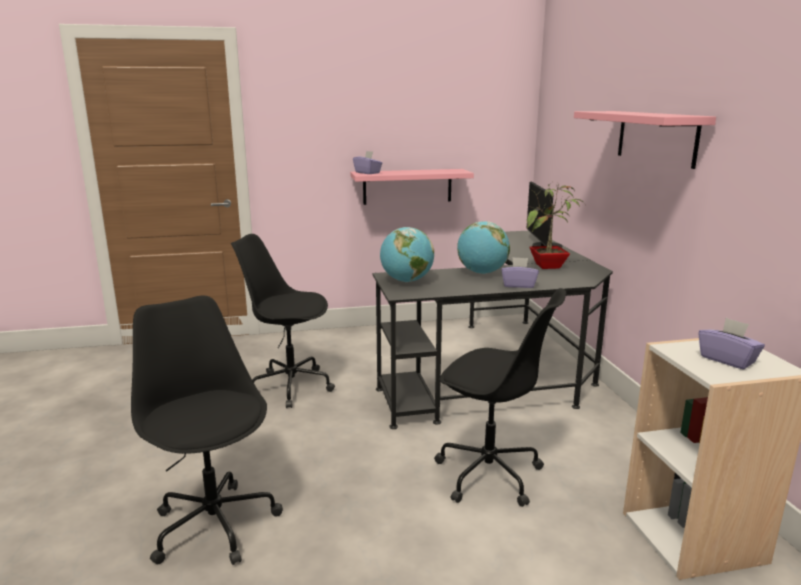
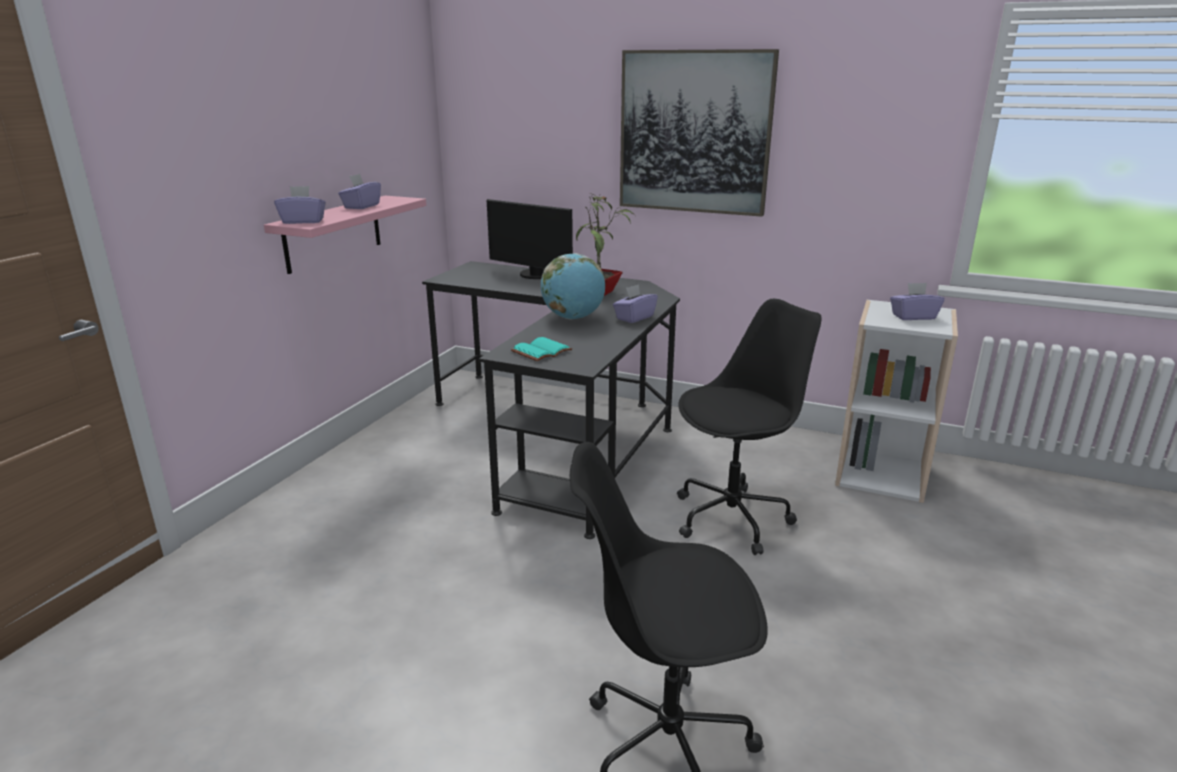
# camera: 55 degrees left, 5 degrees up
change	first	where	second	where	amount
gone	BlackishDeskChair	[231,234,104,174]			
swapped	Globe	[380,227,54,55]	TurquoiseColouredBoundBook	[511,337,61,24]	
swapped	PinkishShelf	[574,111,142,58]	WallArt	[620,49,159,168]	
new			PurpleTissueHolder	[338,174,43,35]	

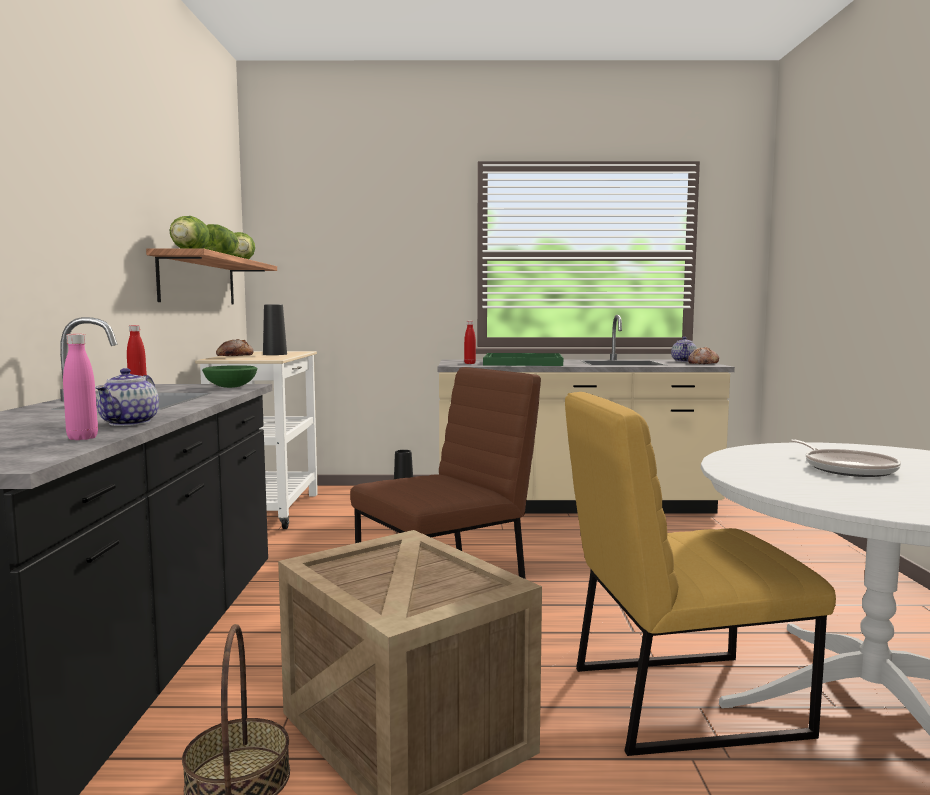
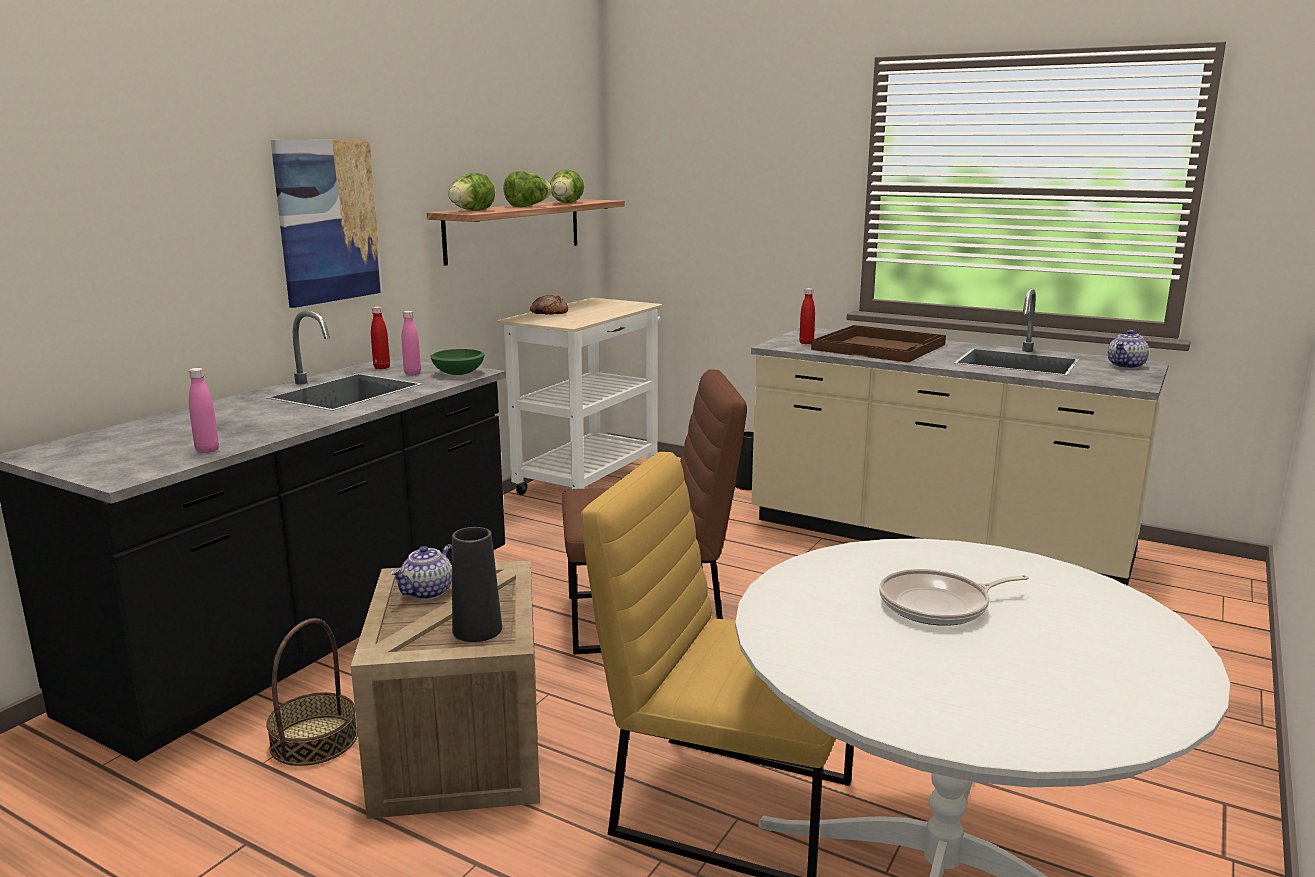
# camera: 30 degrees right, 10 degrees up
change	first	where	second	where	amount
shifted	PotForTea	[96,368,63,58]		[390,544,62,56]	
shifted	BlackishDecorativeVase	[263,304,24,51]		[452,527,50,115]	
repainted	GreenishCarryingTray	[483,353,80,13]	BrownColouredCarryingTray	[811,325,135,38]	
gone	Bread	[688,347,31,17]			
rotated	Pan	[791,440,110,37]		[879,569,150,57]	60 degrees clockwise
new			WallArt	[271,140,112,168]	
new			PinkishBeverageBottle	[402,311,19,64]	

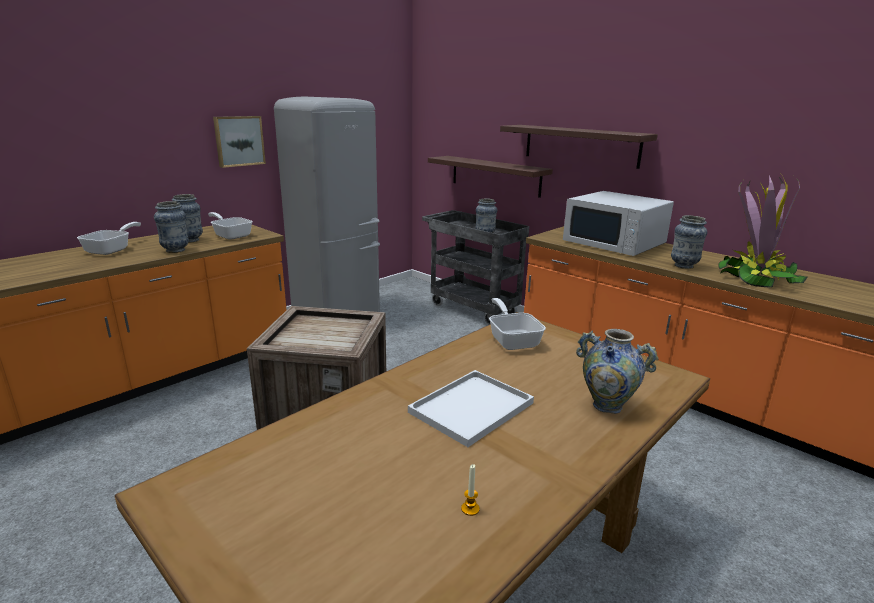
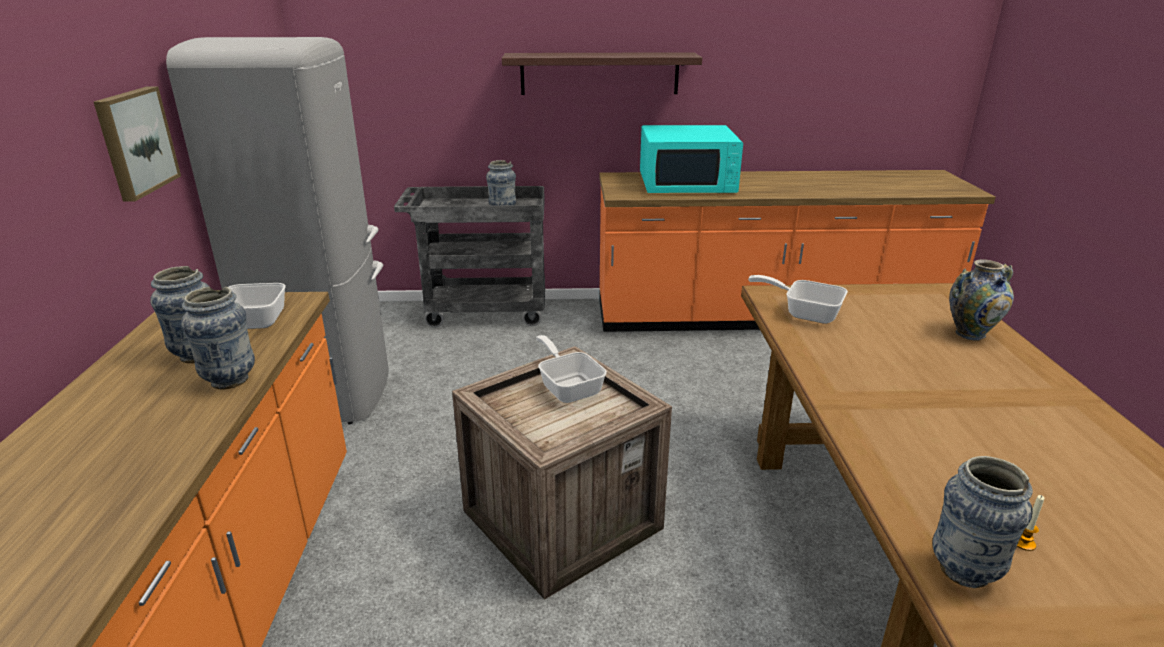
# camera: 45 degrees left, 5 degrees up
change	first	where	second	where	amount
shifted	Pan	[77,222,64,33]		[536,335,71,68]	
gone	WhitishCarryingTray	[408,370,126,77]			
gone	Shelf	[428,156,125,42]			
shifted	Candle	[461,464,19,52]		[1017,495,27,56]	
repainted	WhitishMicrowaveOven	[563,191,111,65]	TurquoiseColouredMicrowaveOven	[640,125,103,68]	
shifted	DecorativeVase	[671,215,36,54]		[932,456,101,132]	
gone	Houseplant	[718,175,90,112]			

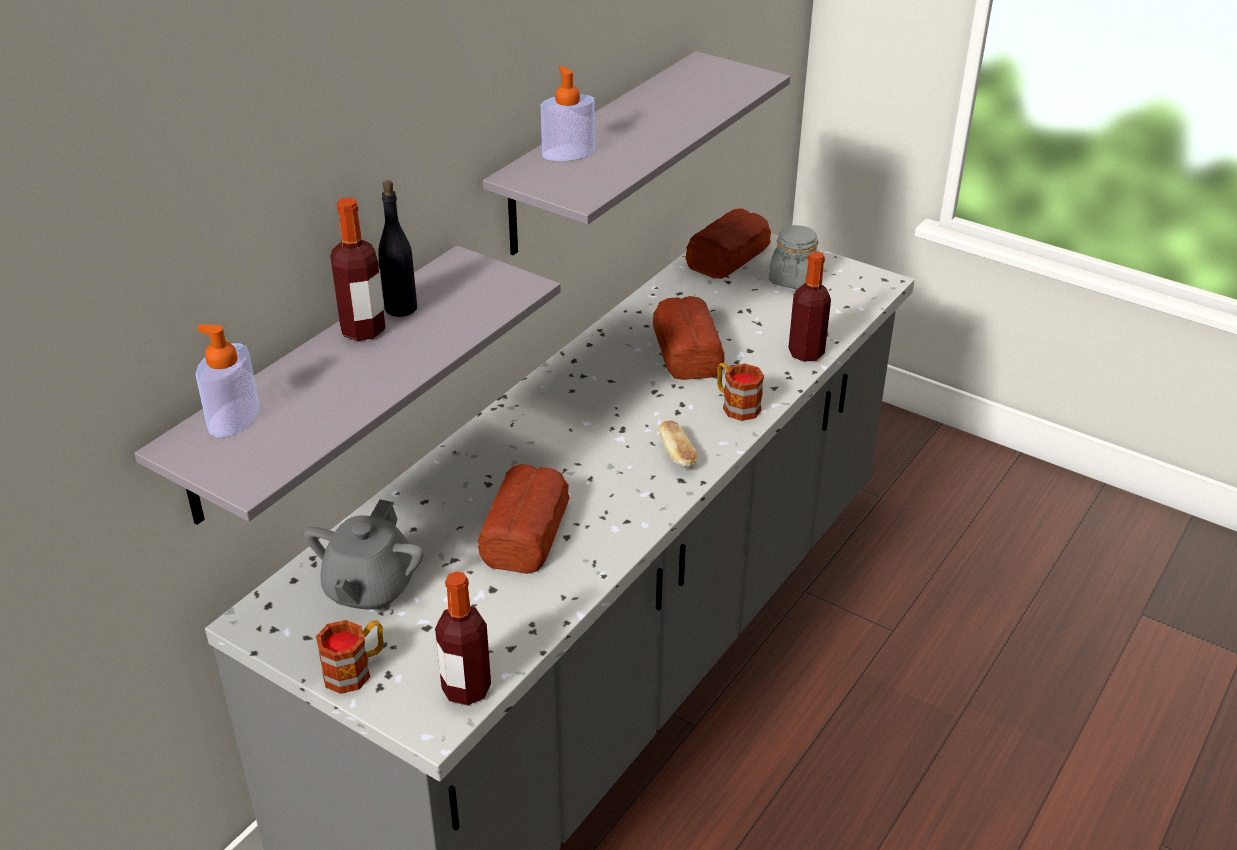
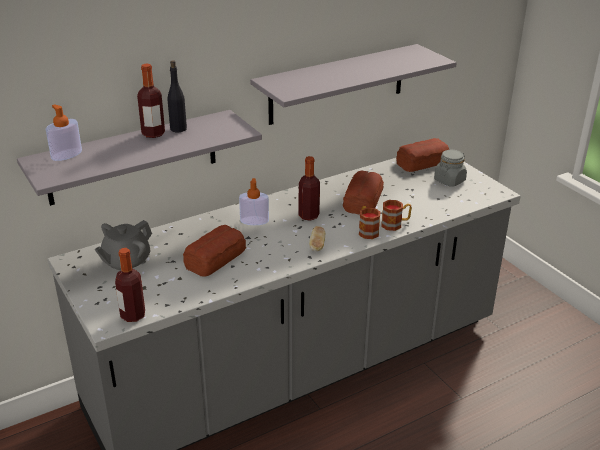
# camera: 25 degrees right, 5 degrees down
change	first	where	second	where	amount
shifted	Mug	[316,620,68,74]		[381,200,31,31]	
shifted	SoapDispenser	[541,66,54,95]		[239,178,30,47]	
shifted	BeverageBottle	[788,251,43,111]		[299,156,21,65]	

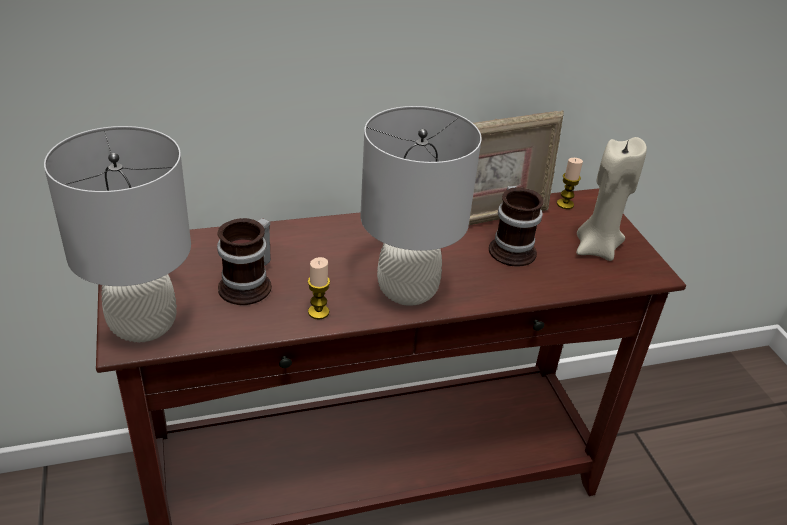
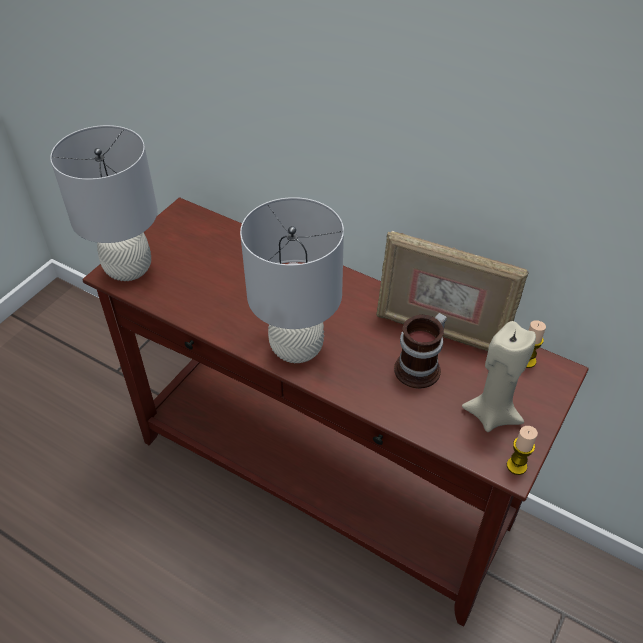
# camera: 50 degrees right, 10 degrees up
change	first	where	second	where	amount
gone	Mug	[217,218,55,87]			
shifted	Candle	[308,257,22,62]		[507,426,31,49]	

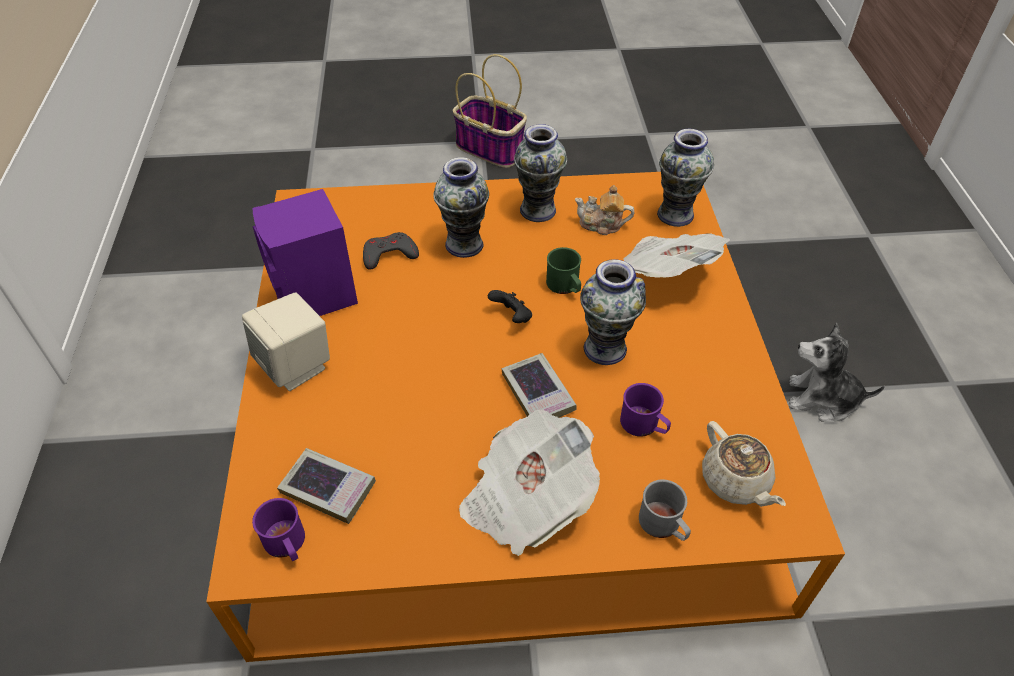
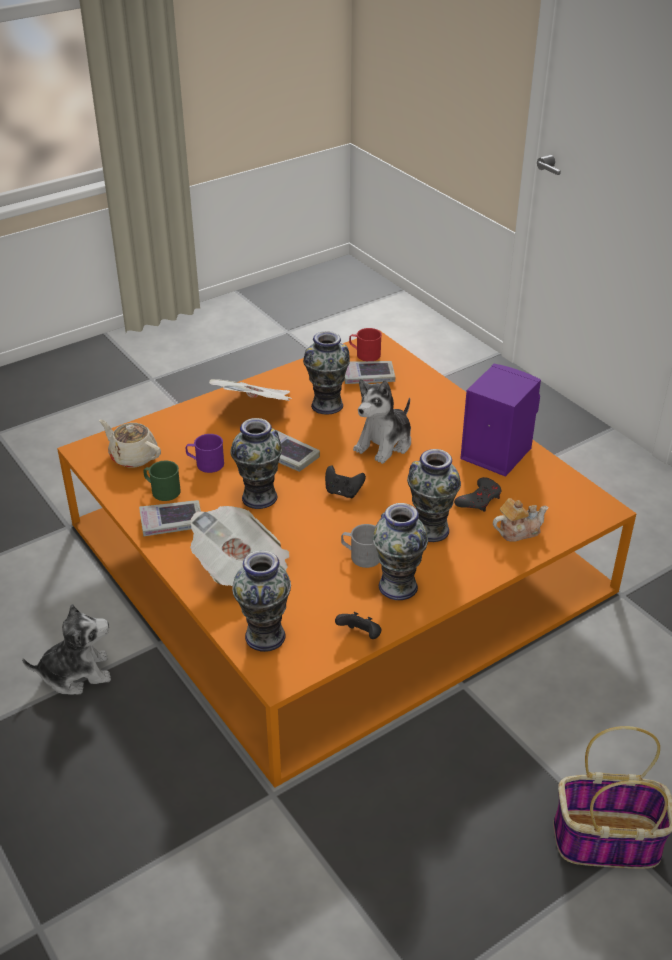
# camera: 150 degrees right, 10 degrees down
change	first	where	second	where	amount
gone	BeigeSpeaker	[242,293,88,98]			
repainted	PurpleMug	[252,498,53,63]	RedColouredMug	[349,328,33,33]	
shifted	GreenishMug	[546,247,35,47]		[143,461,38,40]	
shifted	PotForTea	[575,185,59,50]		[493,498,55,44]	
shifted	GreyMug	[639,479,52,62]		[341,524,39,44]	
new			BoundBook	[139,500,62,36]	
new			DecorativeVase	[303,331,47,83]	
new			BlackishGameController	[335,612,46,27]	
new			PlushToy	[353,379,58,85]	

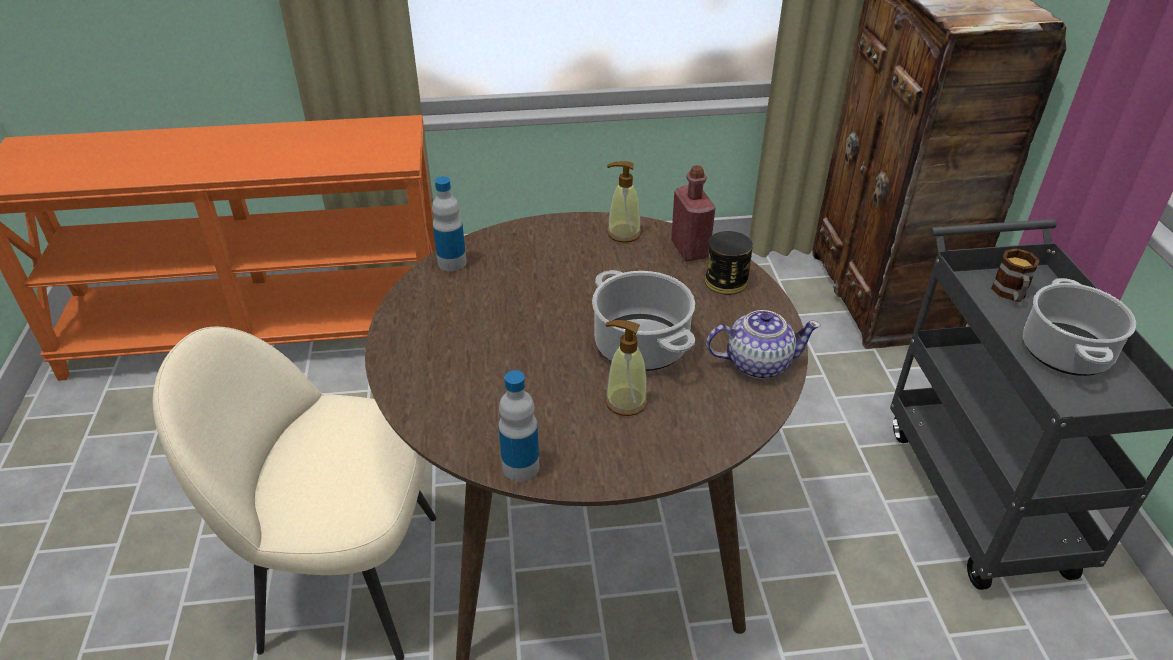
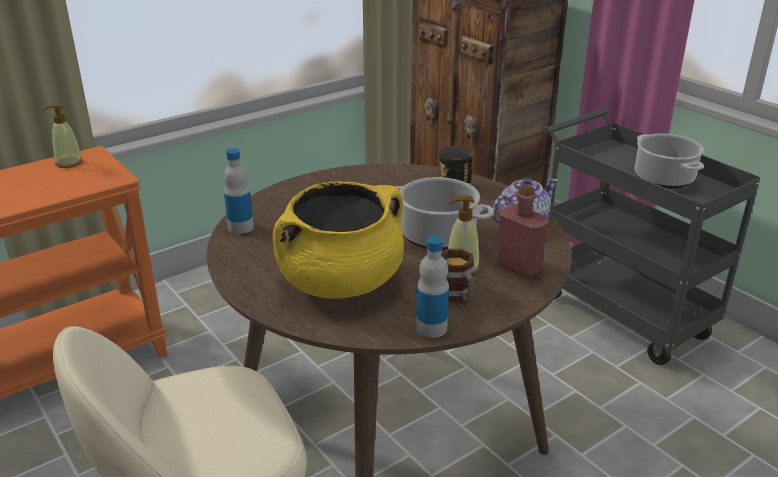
# camera: 30 degrees left, 10 degrees down
change	first	where	second	where	amount
shifted	SoapDispenser	[607,161,34,82]		[42,104,41,64]	
shifted	RedColouredBeverageBottle	[671,165,45,96]		[497,183,52,95]	
shifted	Mug	[991,249,49,53]		[441,249,33,54]	
new			YellowColouredSaucepot	[273,181,131,118]	

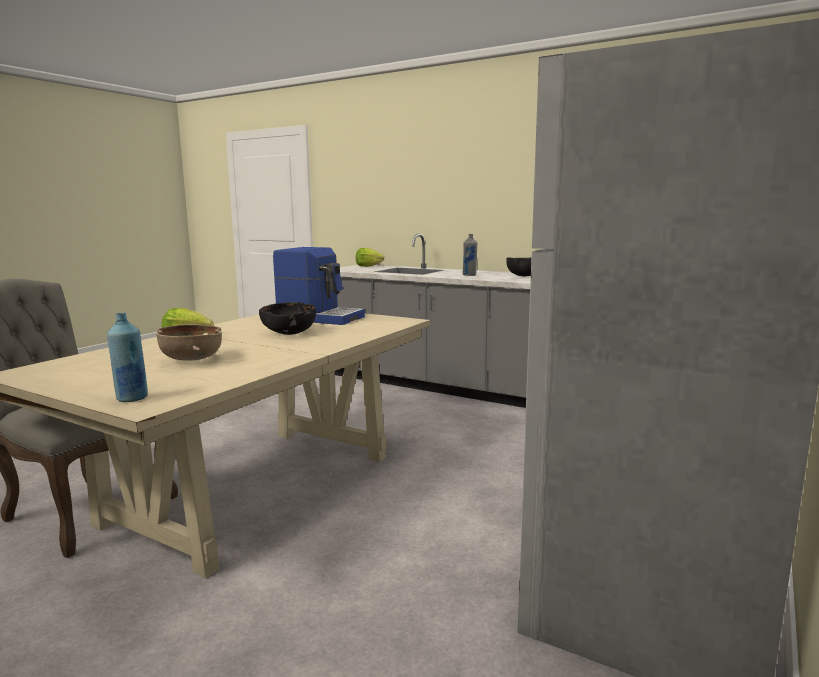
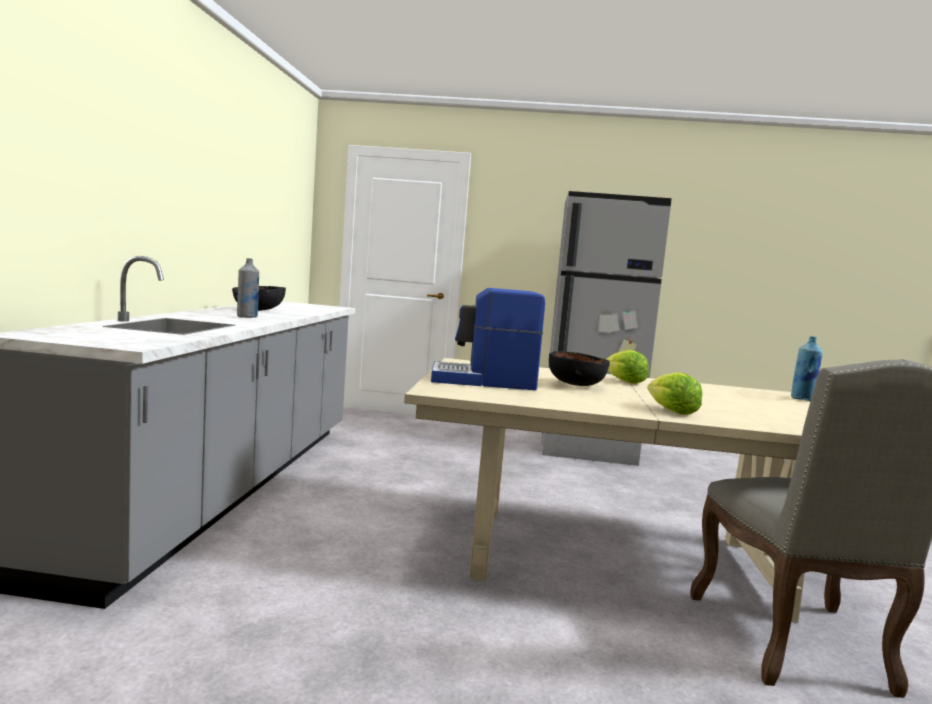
# camera: 115 degrees left, 5 degrees down
change	first	where	second	where	amount
gone	BrownColouredDeepDish	[156,324,66,37]			
rotated	CoffeeBrewer	[273,247,92,78]		[431,288,114,102]	90 degrees counterclockwise
shifted	LettuceHead	[356,248,28,19]		[606,350,43,34]	

